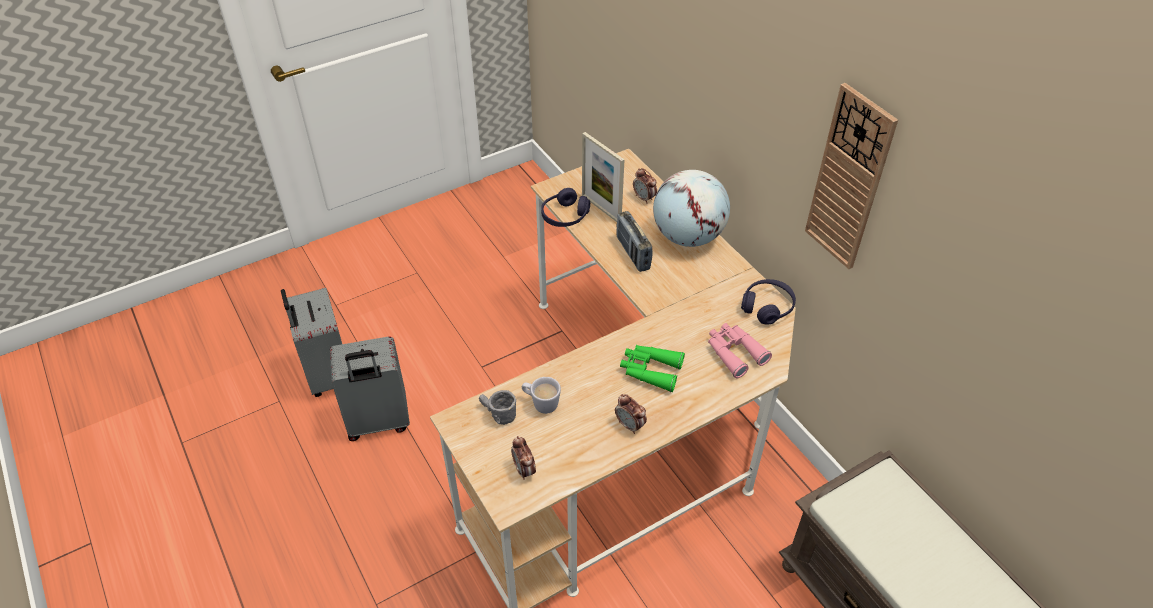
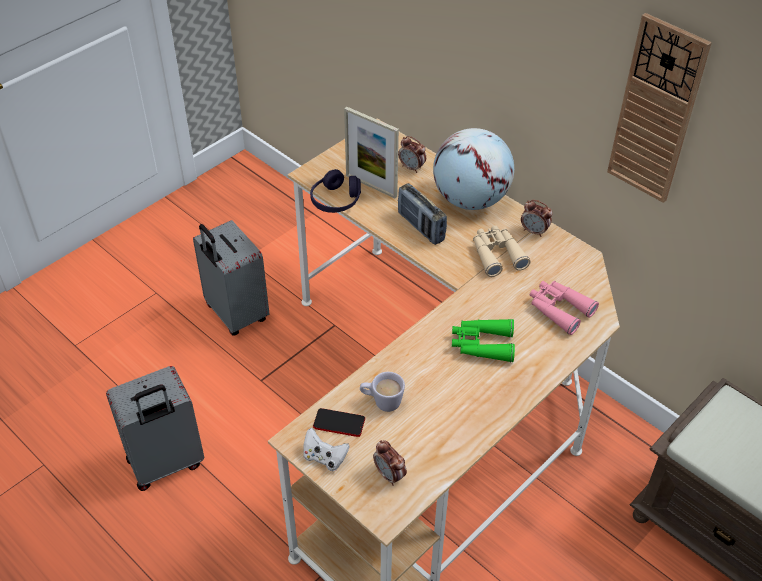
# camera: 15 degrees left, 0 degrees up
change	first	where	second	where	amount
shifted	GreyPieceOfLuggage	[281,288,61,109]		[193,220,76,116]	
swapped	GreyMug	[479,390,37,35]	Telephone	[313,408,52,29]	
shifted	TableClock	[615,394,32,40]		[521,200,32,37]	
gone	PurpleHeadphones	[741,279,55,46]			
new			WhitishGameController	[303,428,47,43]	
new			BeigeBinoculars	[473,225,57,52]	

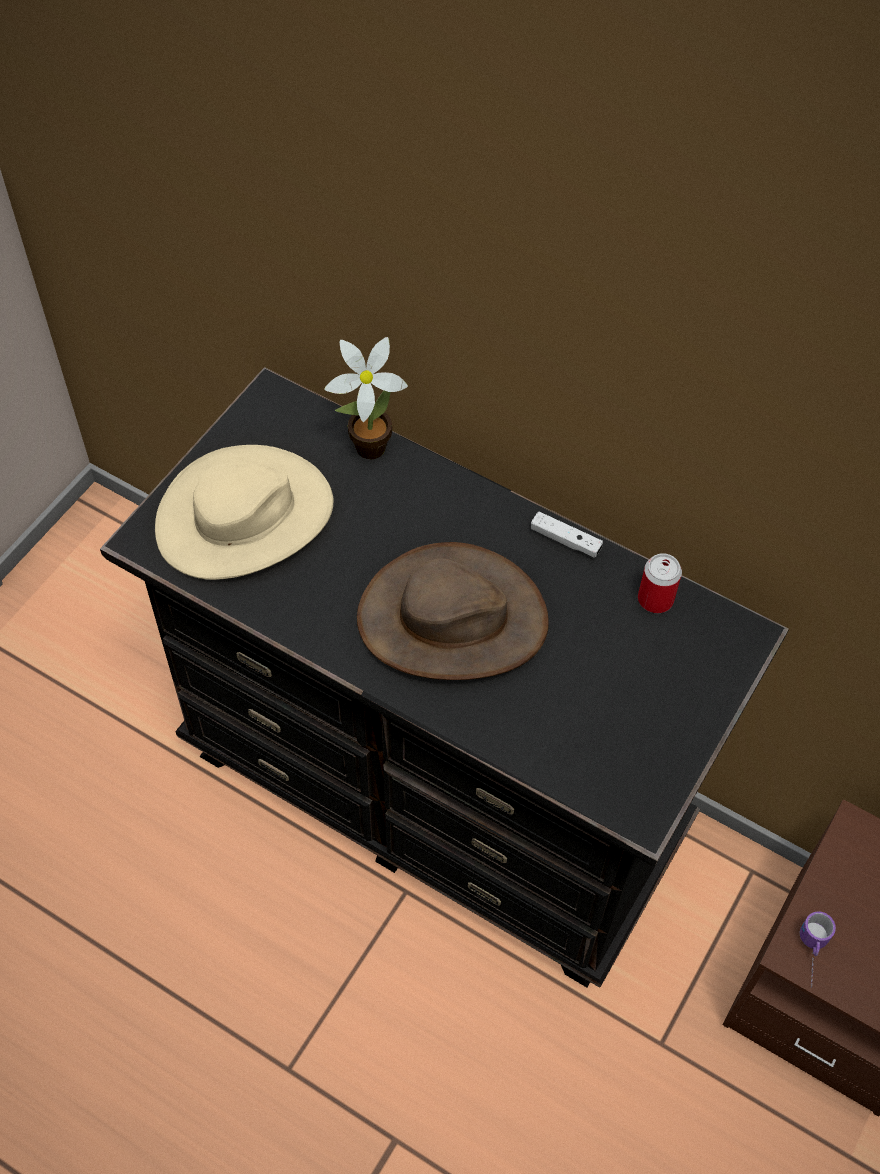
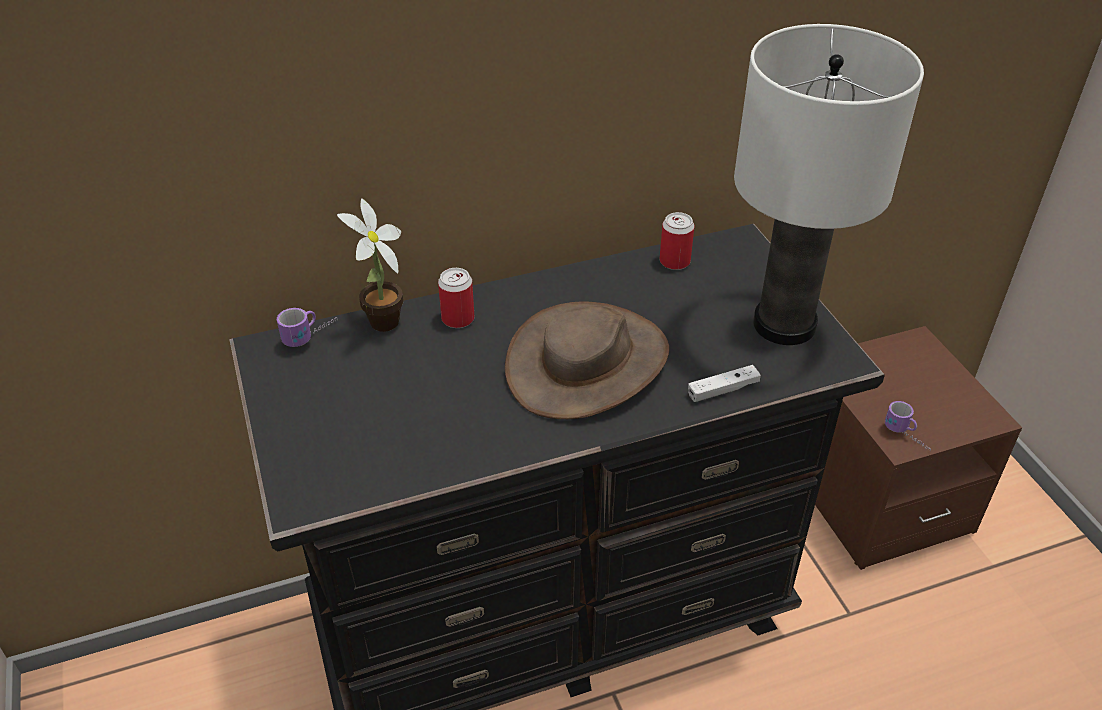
# camera: 50 degrees left, 15 degrees down
change	first	where	second	where	amount
gone	BeigeHat	[155,445,178,135]			
shifted	WhitishGameController	[531,512,72,46]		[688,365,73,37]	
new			Mug	[277,308,61,39]	
new			MetalCan	[438,268,36,60]	
new			WhitishLampForATable	[734,24,190,321]	

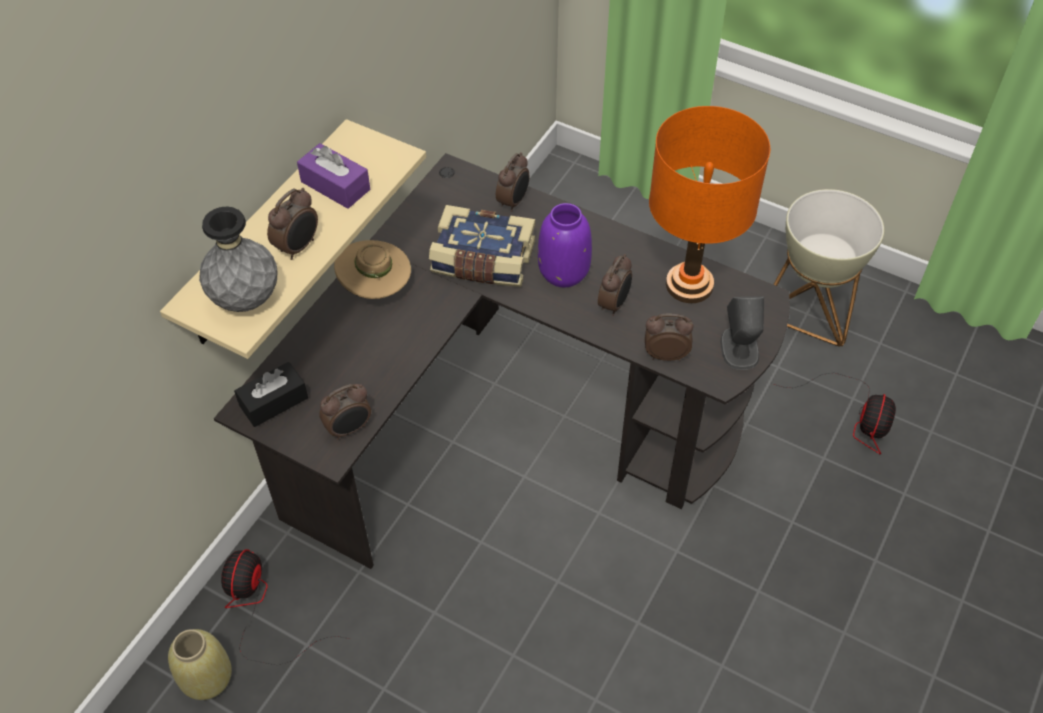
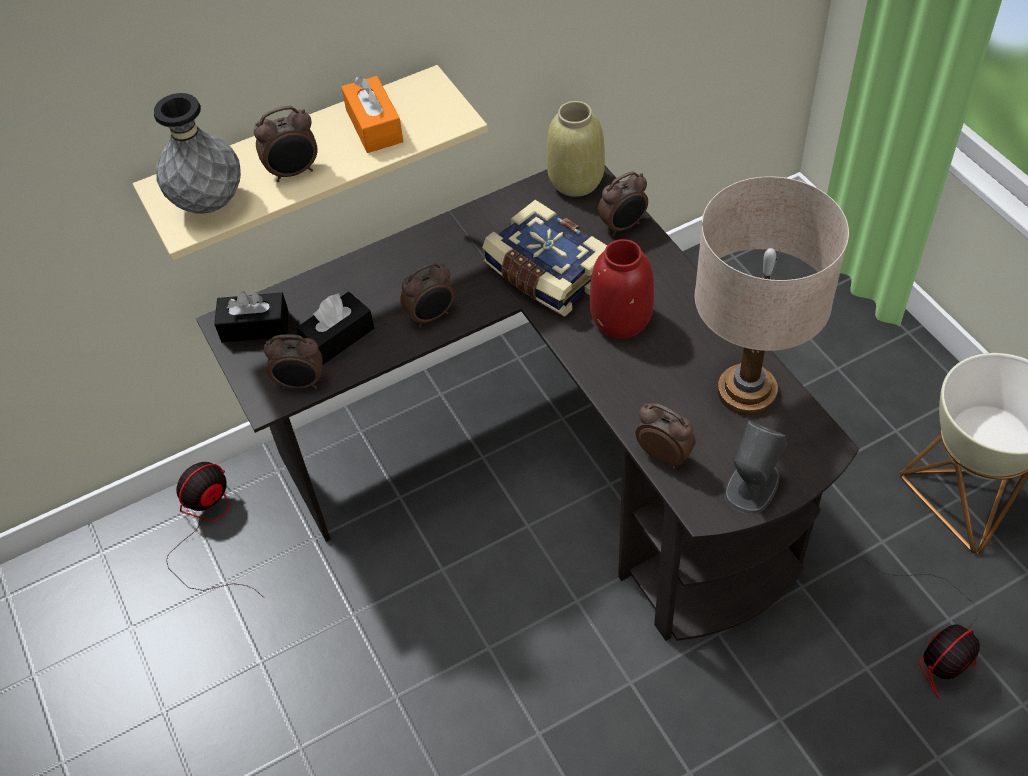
# camera: 35 degrees right, 0 degrees up
change	first	where	second	where	amount
shifted	BeigeDecorativeVase	[168,629,64,71]		[547,101,58,96]	
repainted	PurpleTissueHolder	[297,143,73,66]	OrangeyTissueHolder	[341,76,63,77]	
gone	BeigeHat	[334,240,77,59]			
repainted	PurpleDecorativeVase	[538,203,54,84]	RedColouredDecorativeVase	[590,239,64,100]	
shifted	TableClock	[598,254,34,62]		[400,262,55,65]	
repainted	OrangeyLampForATable	[649,106,121,197]	BeigeLampForATable	[695,176,154,240]	
new			BlackishTissueHolder	[296,292,78,73]	

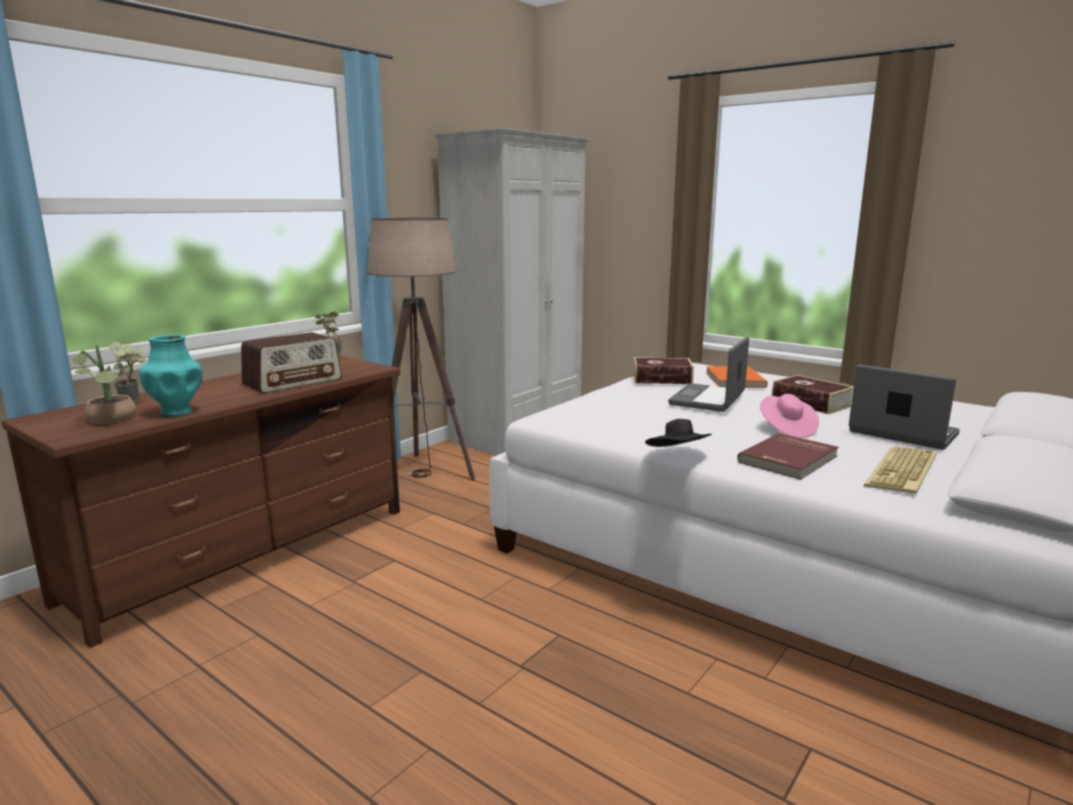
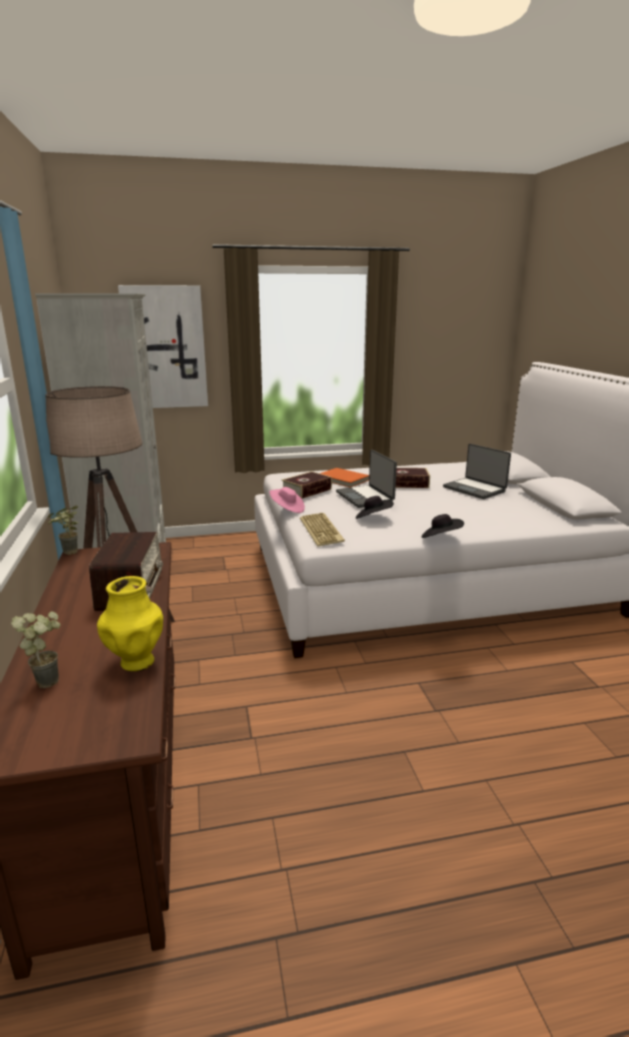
# camera: 50 degrees left, 5 degrees up
change	first	where	second	where	amount
gone	Houseplant	[72,345,64,79]			
repainted	TurquoiseColouredDecorativeVase	[139,335,64,82]	YellowColouredDecorativeVase	[97,576,66,95]	
gone	RedColouredBoundBook	[737,433,101,47]			
shifted	PinkishHat	[760,394,59,44]		[269,487,36,26]	
rotated	Laptop	[849,365,111,85]		[443,444,68,55]	120 degrees counterclockwise
shifted	ComputerKeyboard	[863,447,73,46]		[300,513,45,34]	
new			WallArt	[118,285,90,123]	
new			BlackishHat	[356,496,38,23]	

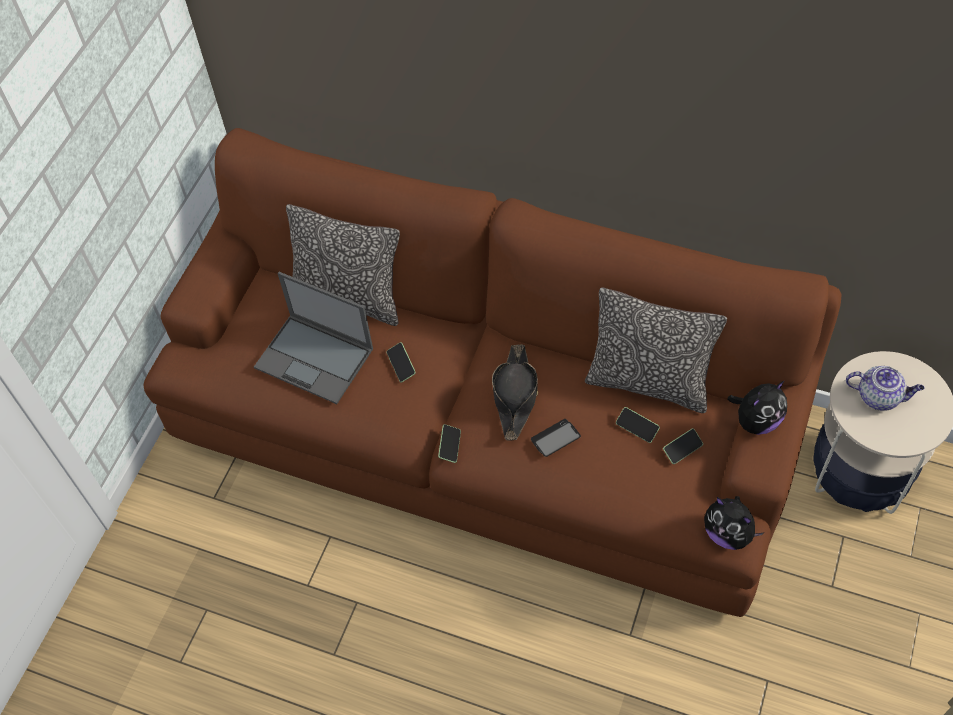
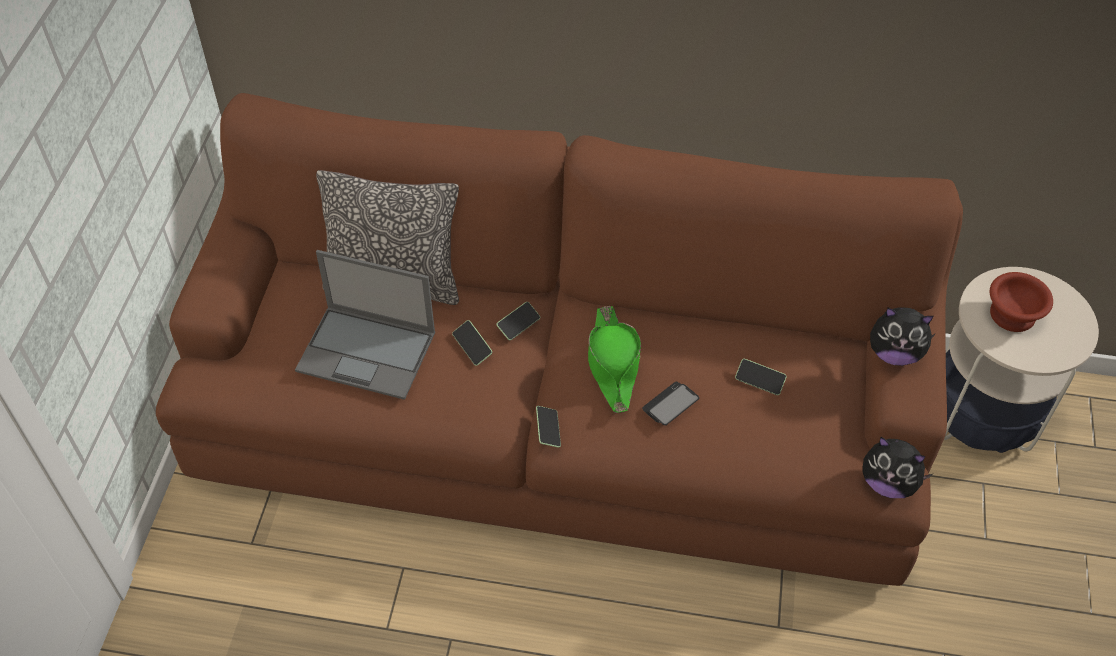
# camera: 15 degrees left, 5 degrees down
change	first	where	second	where	amount
repainted	BlackishHat	[492,344,46,97]	GreenishHat	[588,306,53,107]	
gone	ThrowPillow	[585,287,142,126]			
shifted	Telephone	[663,429,40,35]		[496,302,44,38]	
rotated	PlushToy	[727,381,60,54]		[870,307,66,59]	60 degrees clockwise
swapped	PotForTea	[846,366,78,45]	BrownColouredDeepDish	[990,272,63,60]	

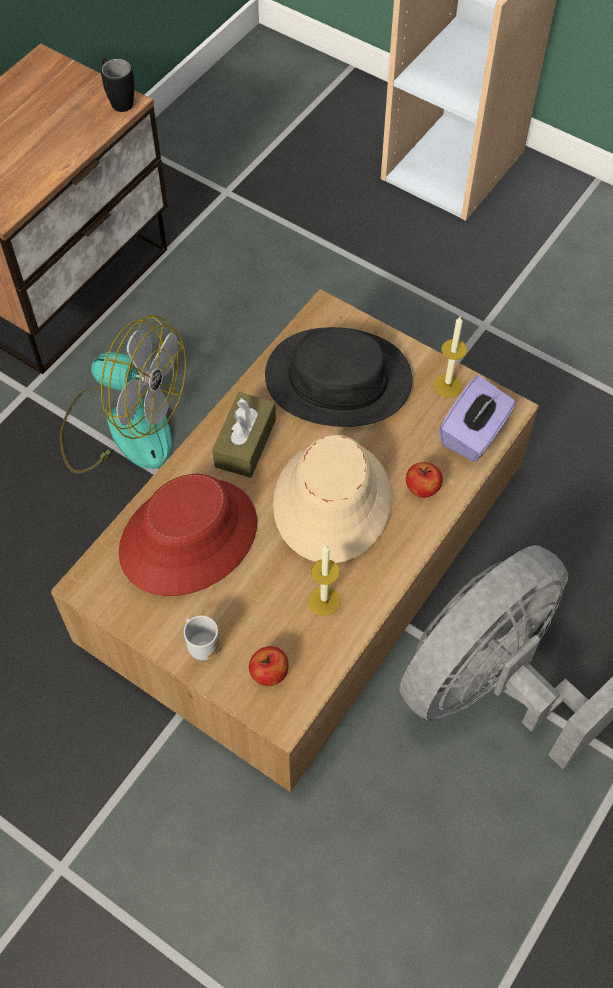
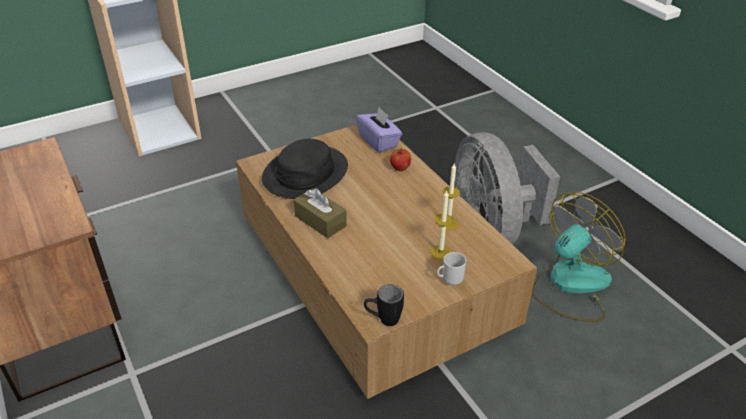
# camera: 65 degrees left, 20 degrees down
change	first	where	second	where	amount
shifted	CoolingFan	[60,315,126,158]		[532,192,94,130]	
shifted	BlackishMug	[101,58,34,54]		[364,284,40,42]	
gone	RedColouredHat	[119,474,138,122]			
gone	Apple	[249,646,40,40]			
gone	BeigeHat	[273,434,119,129]			
shifted	Candle	[433,317,34,80]		[430,191,23,69]	

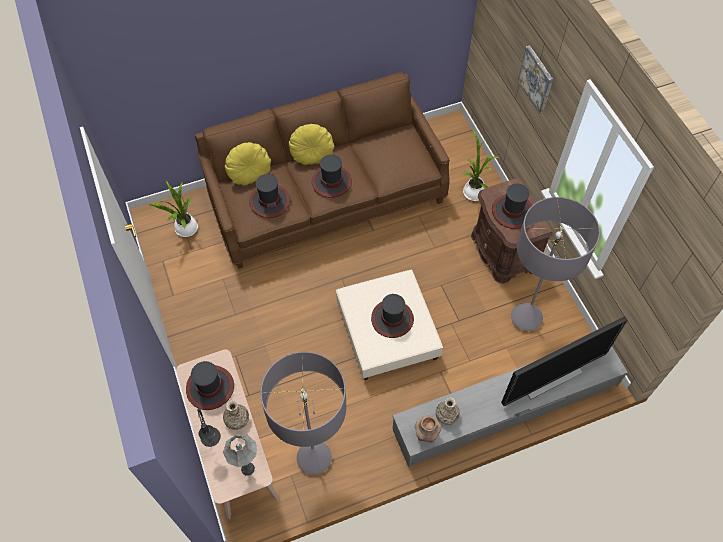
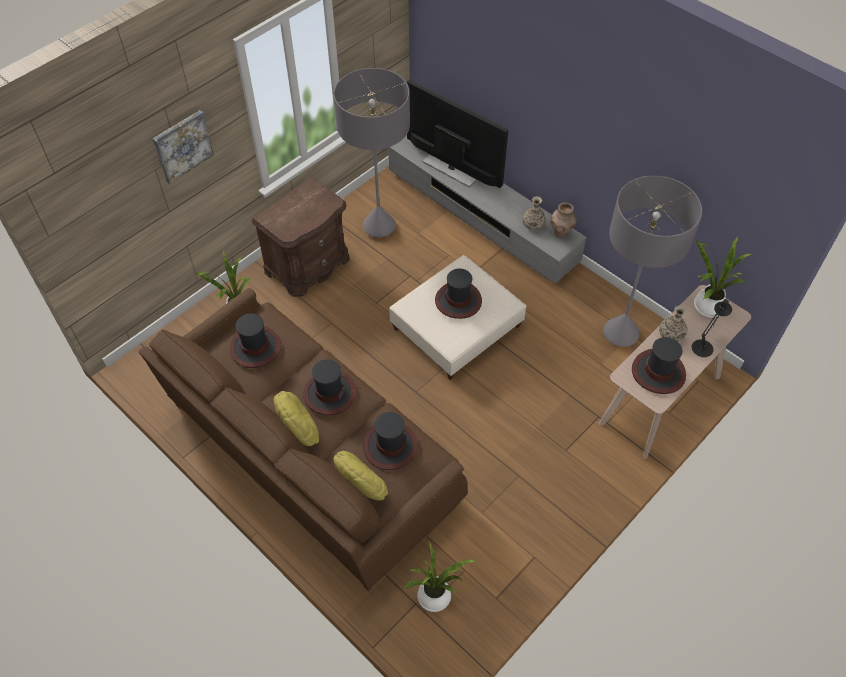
# camera: 115 degrees left, 5 degrees down
change	first	where	second	where	amount
swapped	GreyLampForATable	[223,434,34,42]	Houseplant	[694,236,59,81]	
shifted	Hat	[492,184,40,45]		[230,313,51,55]	

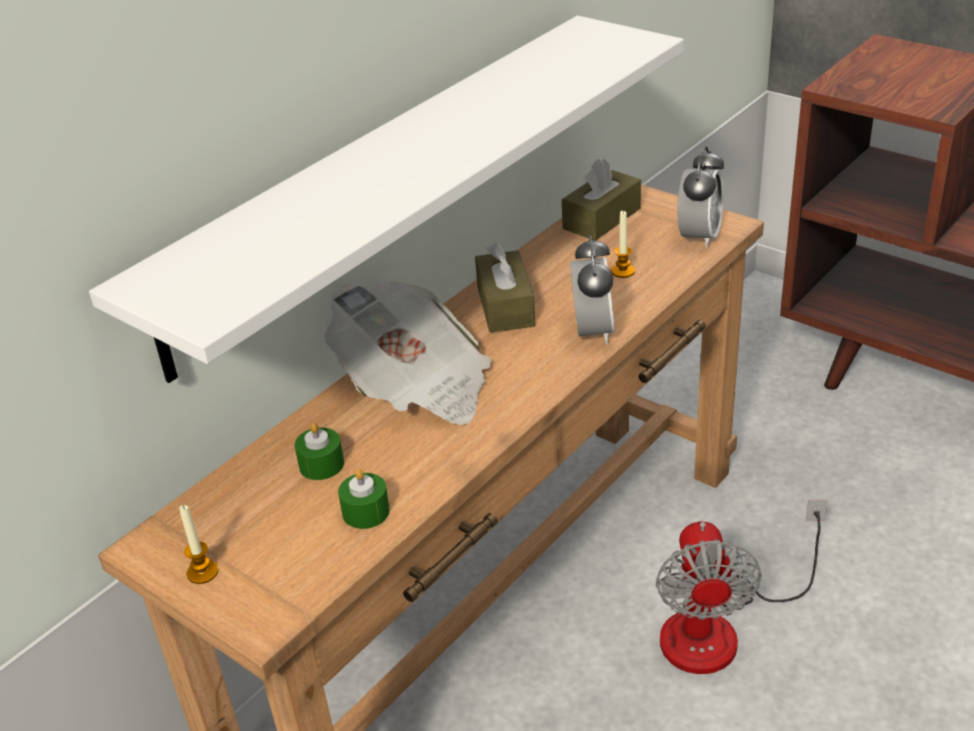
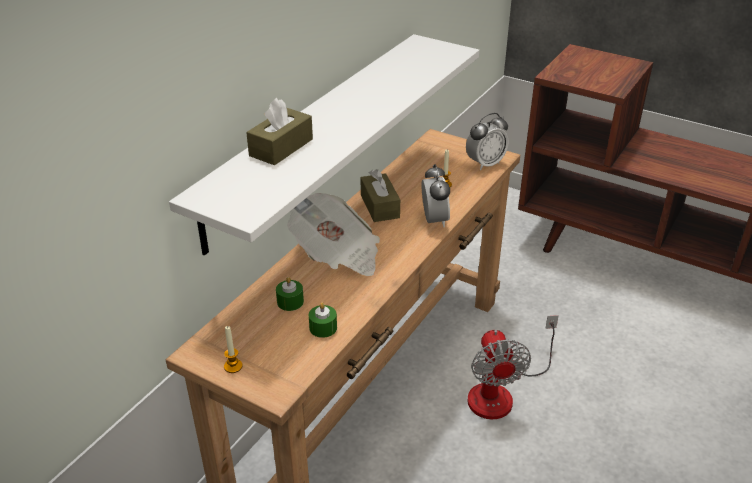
# camera: 10 degrees left, 0 degrees up
change	first	where	second	where	amount
shifted	BrownColouredTissueHolder	[562,158,79,82]		[246,98,67,67]	
rotated	TableClock	[677,146,47,102]		[466,113,43,57]	45 degrees clockwise

